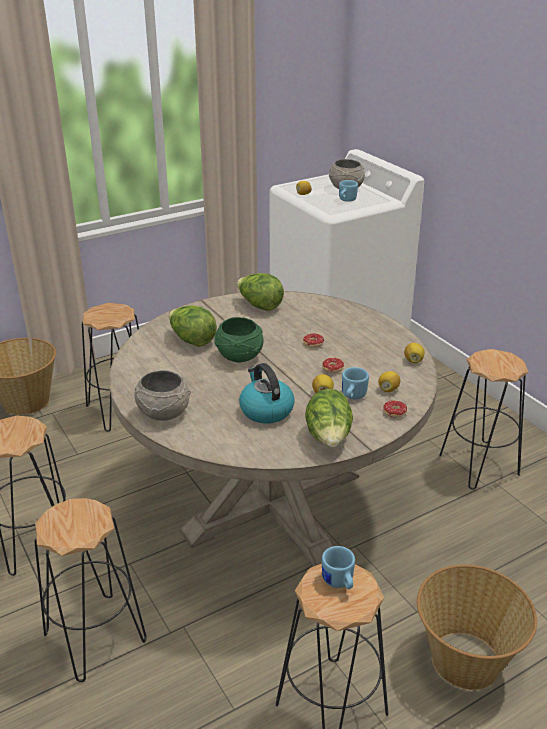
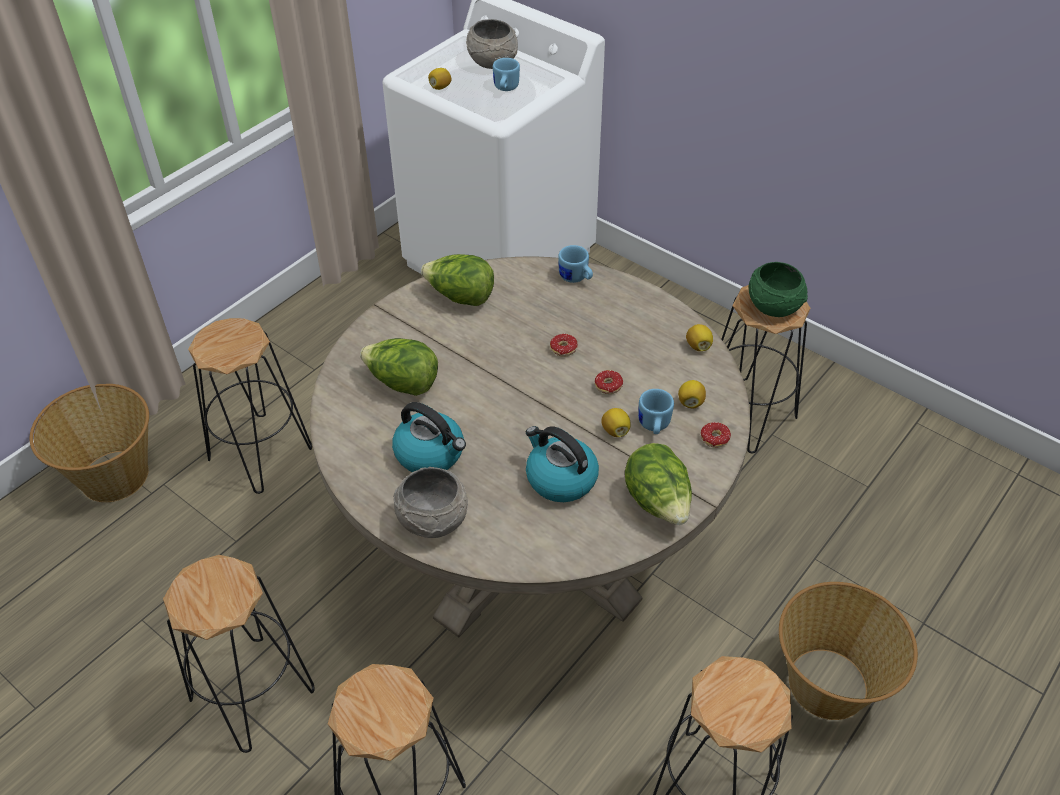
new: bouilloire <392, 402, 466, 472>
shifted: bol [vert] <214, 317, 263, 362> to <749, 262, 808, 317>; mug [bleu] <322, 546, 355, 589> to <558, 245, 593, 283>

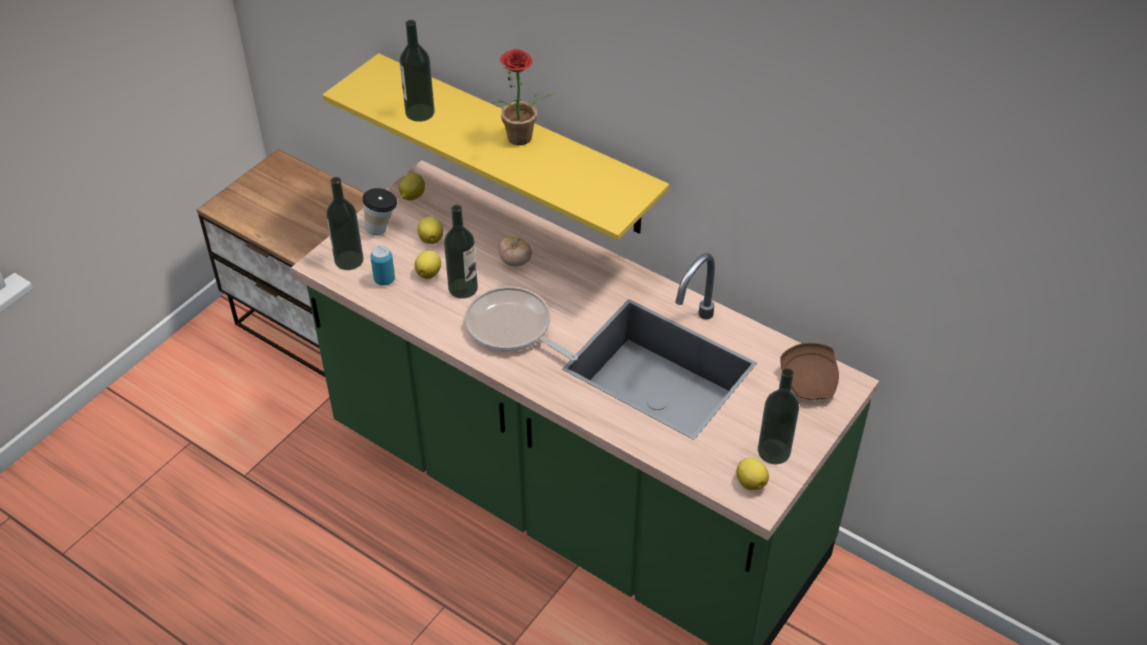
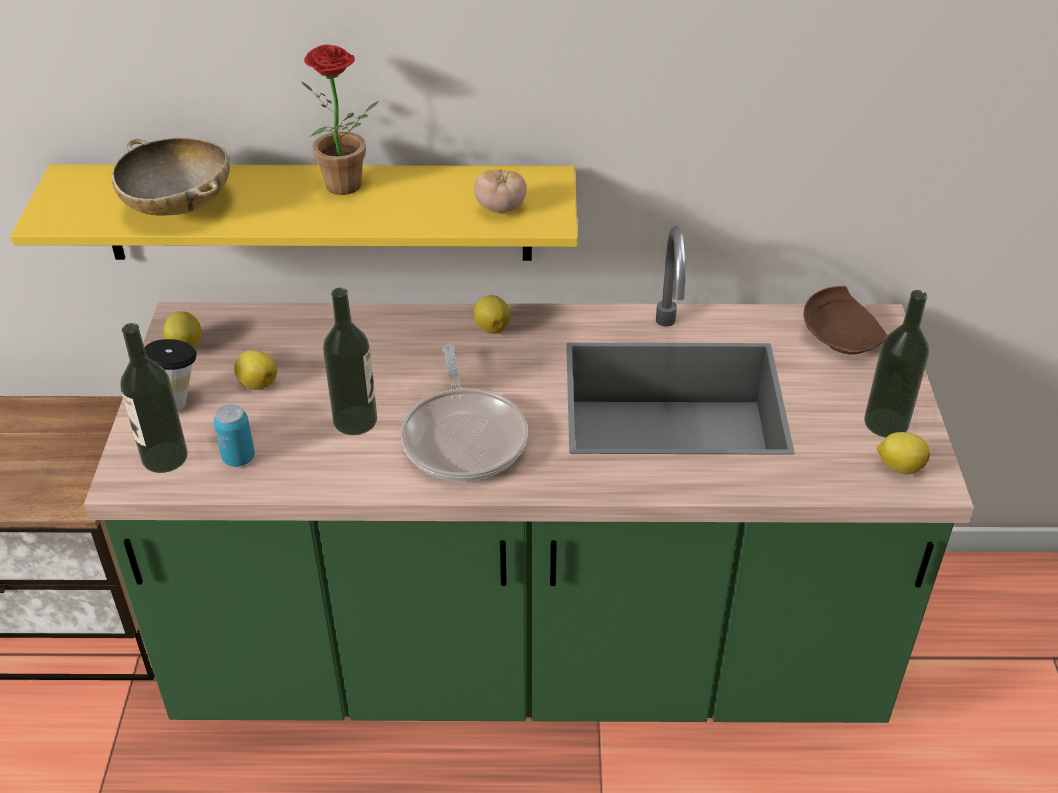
shifted: citron <414, 250, 441, 279> to <474, 295, 511, 334>; tomate <499, 237, 532, 267> to <474, 170, 527, 213>
swapped: bouteille <399, 20, 435, 122> to bol [beige] <112, 138, 230, 215>
rotated: poêle <465, 286, 578, 361> = <401, 344, 528, 481> 105 degrees counterclockwise

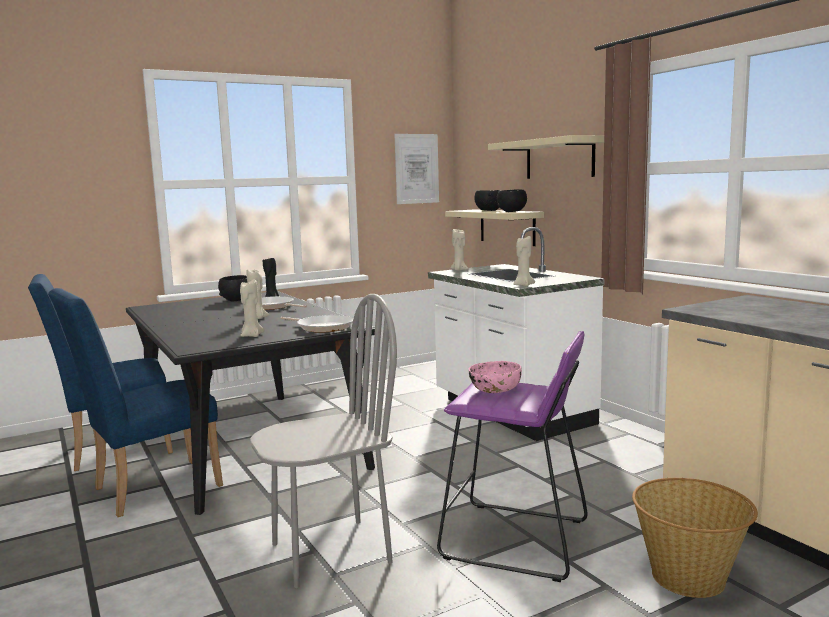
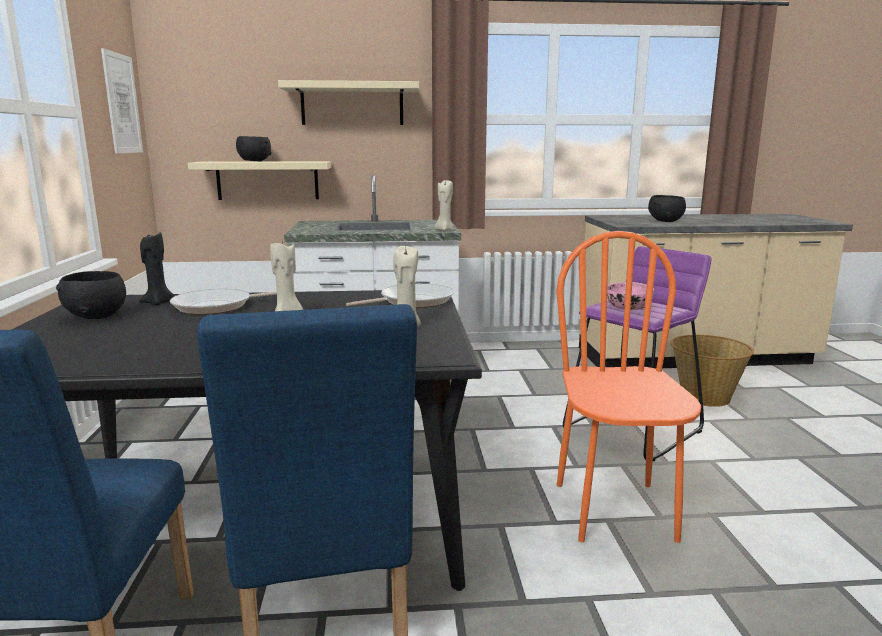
gone: bougie [beige] <450, 229, 469, 271>
shifted: bol [noir] <497, 189, 527, 212> to <648, 195, 686, 222>
repainted: chaise [gris] <250, 294, 397, 588> to chaise [orange] <556, 231, 701, 543>

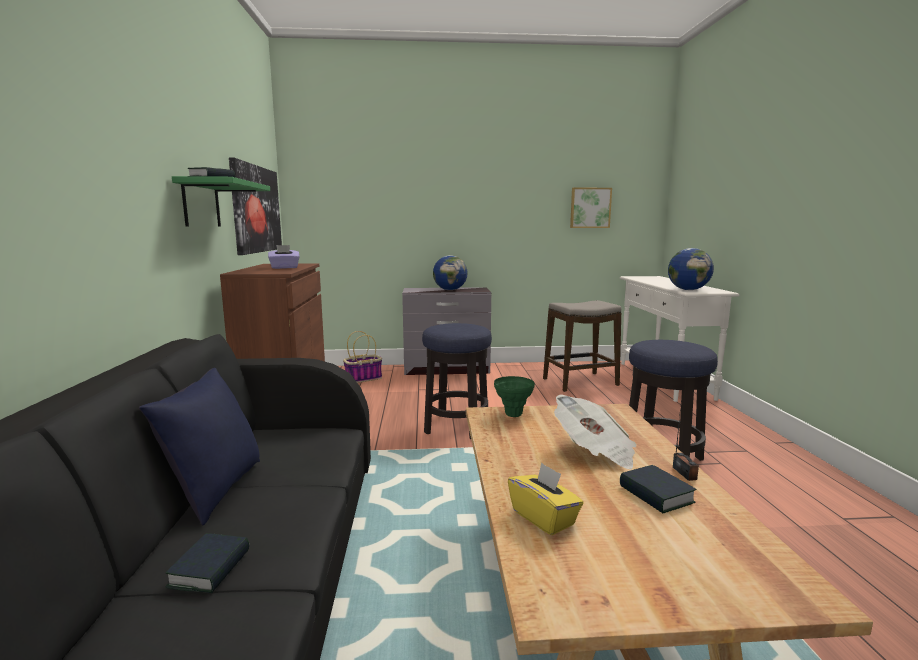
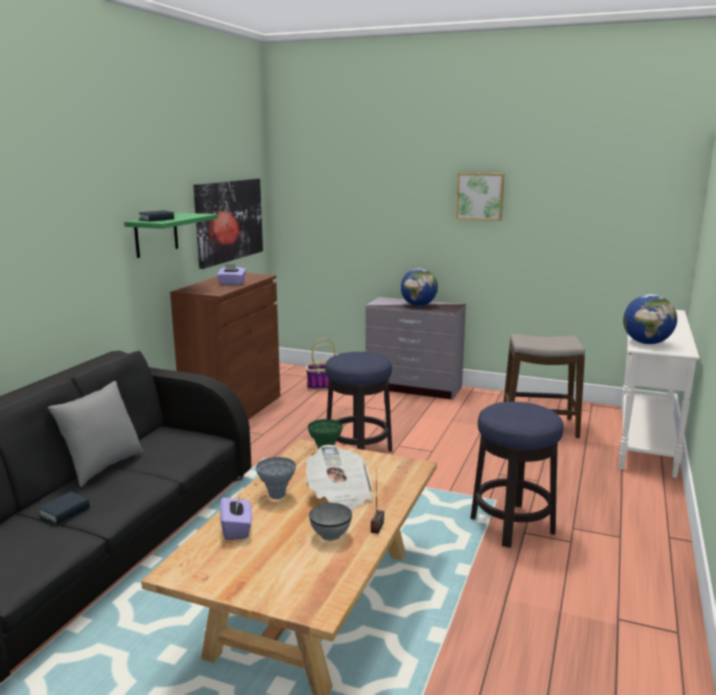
new: vase [gris] <256, 457, 296, 499>
shifted: tableau <570, 188, 612, 228> to <456, 173, 504, 221>
swapped: livre <620, 465, 696, 513> to bol [gris] <309, 503, 352, 541>
repainted: coussin [bleu] <139, 368, 260, 525> to coussin [gris] <47, 381, 143, 487>; boîte à mouchoirs [jaune] <508, 463, 583, 535> to boîte à mouchoirs [violet] <220, 495, 252, 540>

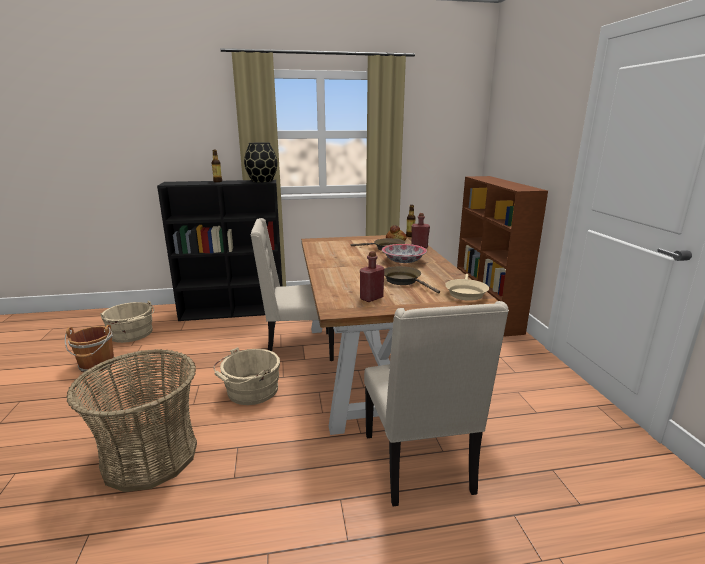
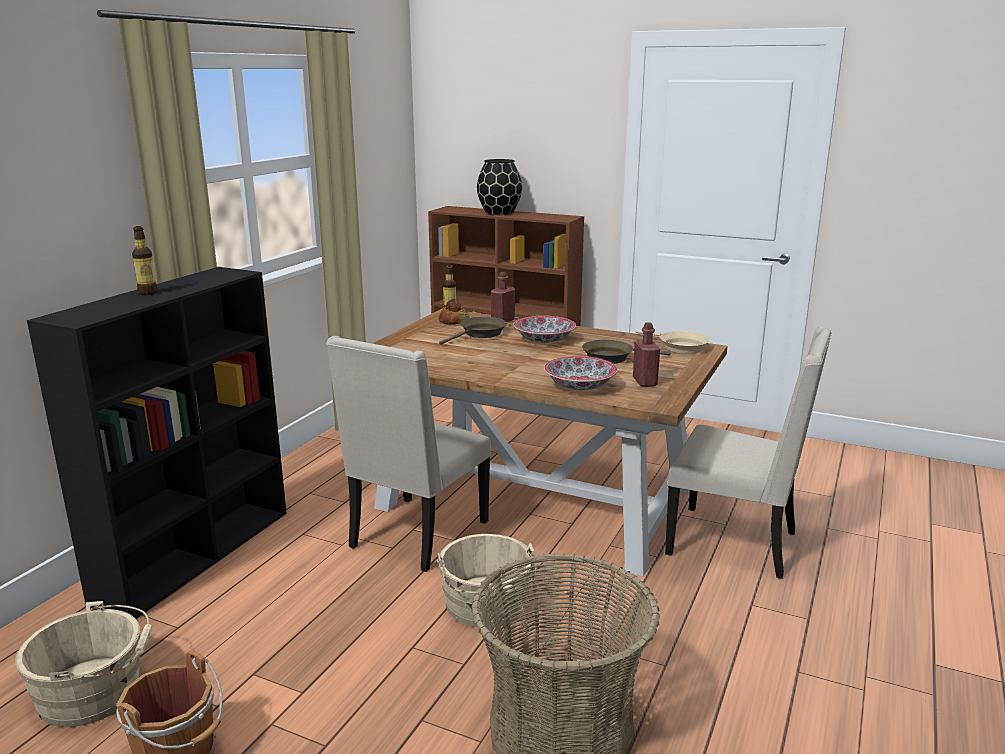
new: bol <544, 356, 617, 390>
shifted: vase [noir] <244, 142, 277, 182> to <477, 159, 522, 215>

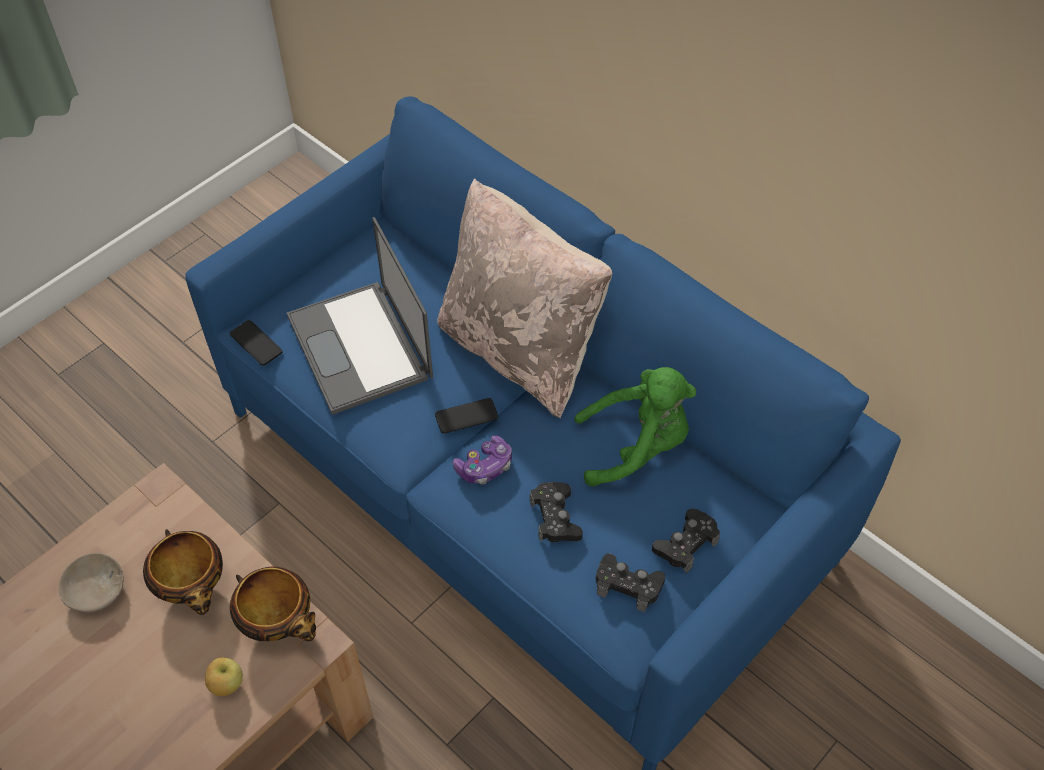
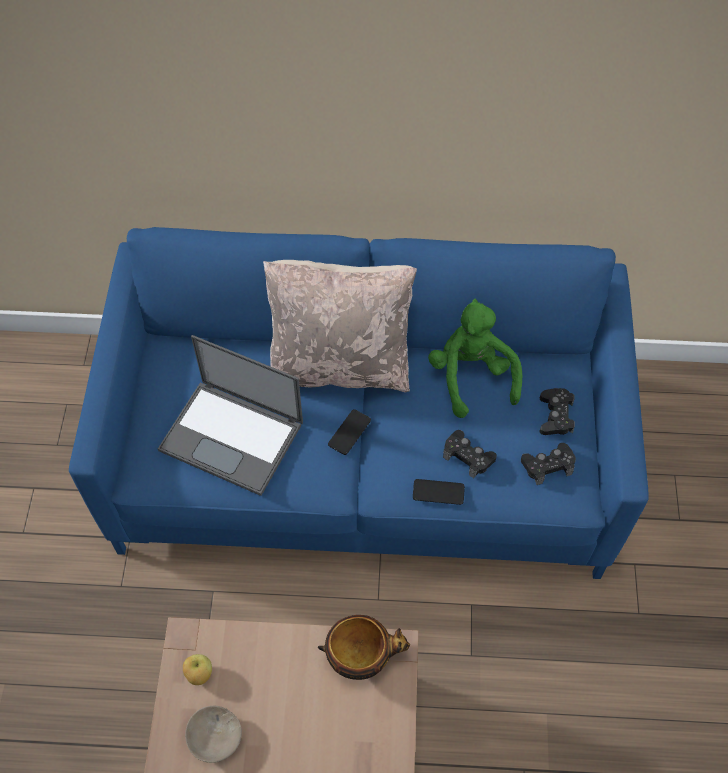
gone: bol <143, 529, 223, 615>; manette <453, 435, 512, 484>
shifted: pomme <205, 657, 243, 696> to <183, 654, 212, 685>; téléphone <230, 320, 282, 366> to <413, 479, 465, 505>
rotated: peluche [vert] <574, 367, 696, 486> = <428, 298, 523, 418> 60 degrees counterclockwise

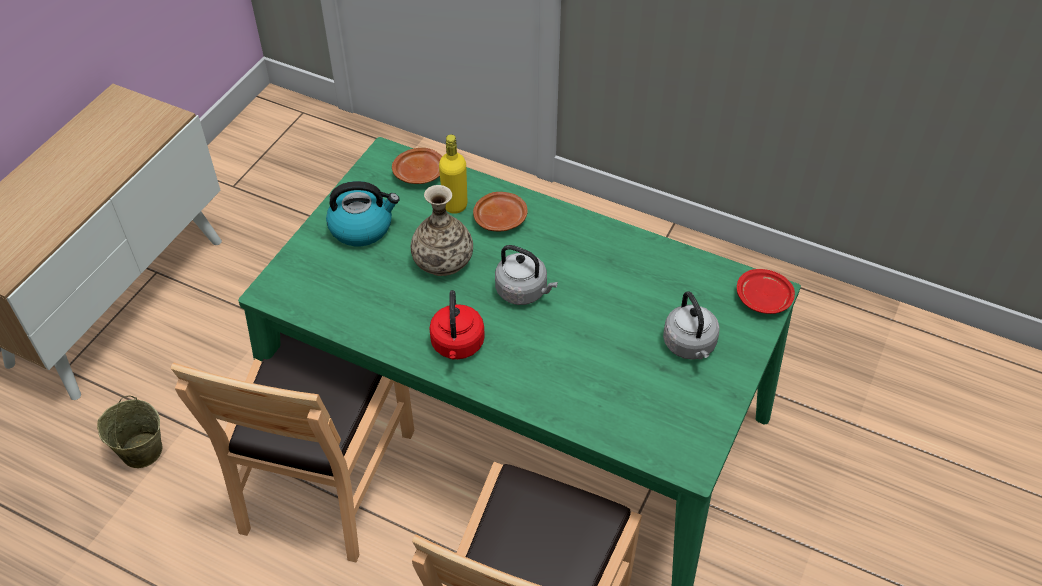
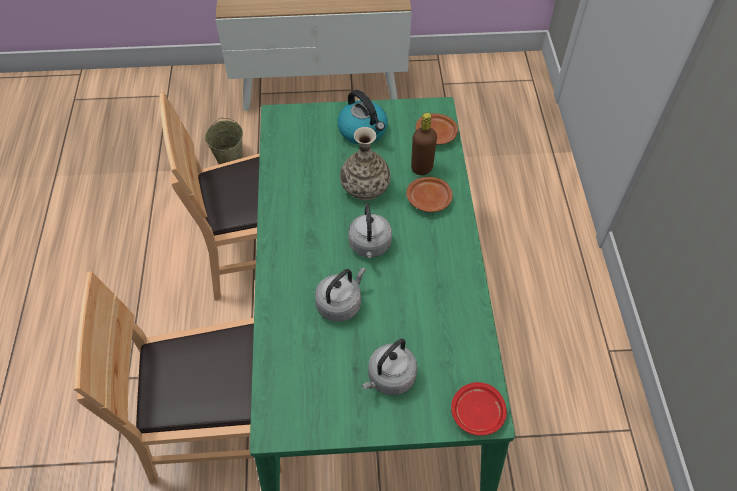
gone: bouilloire [rouge] <429, 290, 485, 360>
new: bouilloire [gris] <315, 267, 366, 322>
repainted: bouteille [jaune] <439, 134, 468, 214> to bouteille [marron] <411, 113, 437, 175>

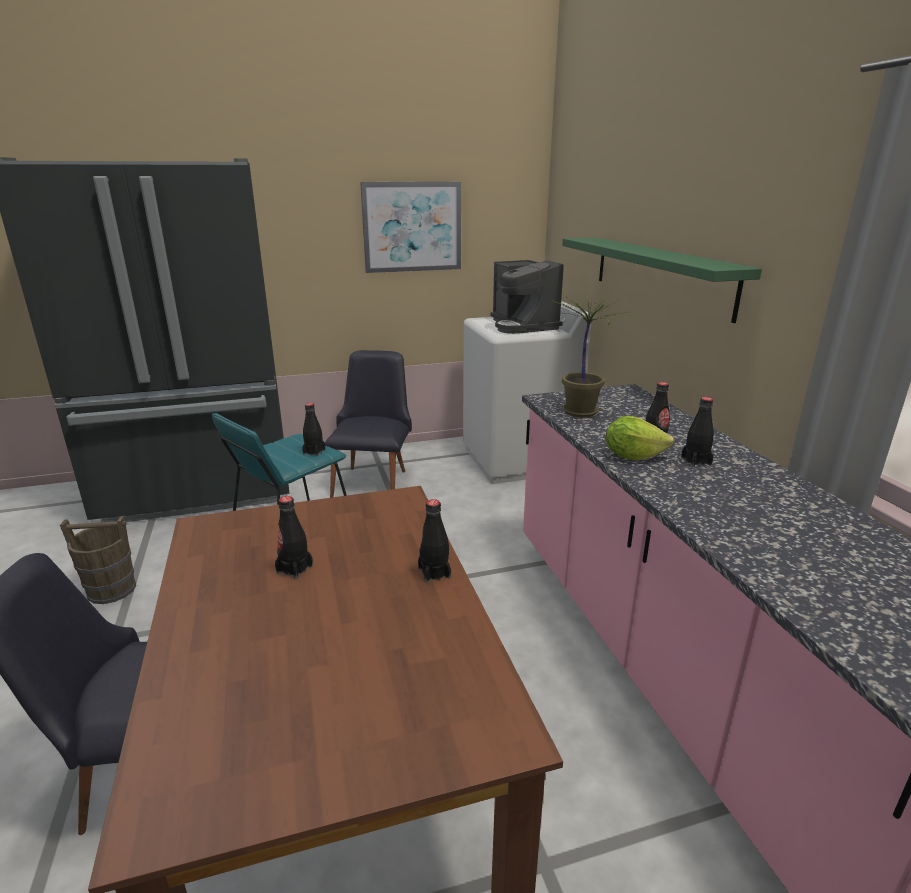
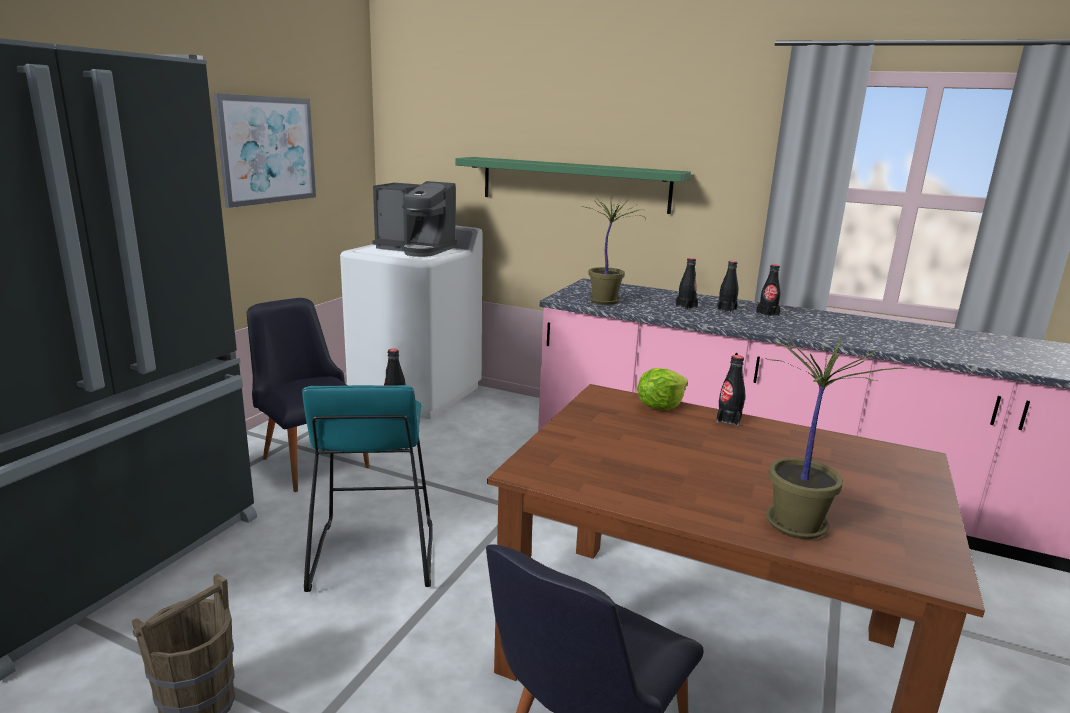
new: plante en pot <764, 336, 907, 539>
shifted: bouteille [noir] <275, 496, 313, 579> to <756, 264, 780, 317>; laitue <606, 416, 674, 461> to <637, 368, 688, 410>

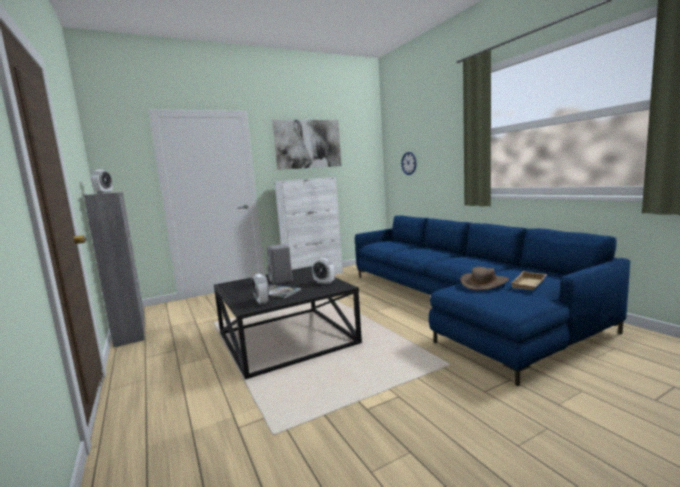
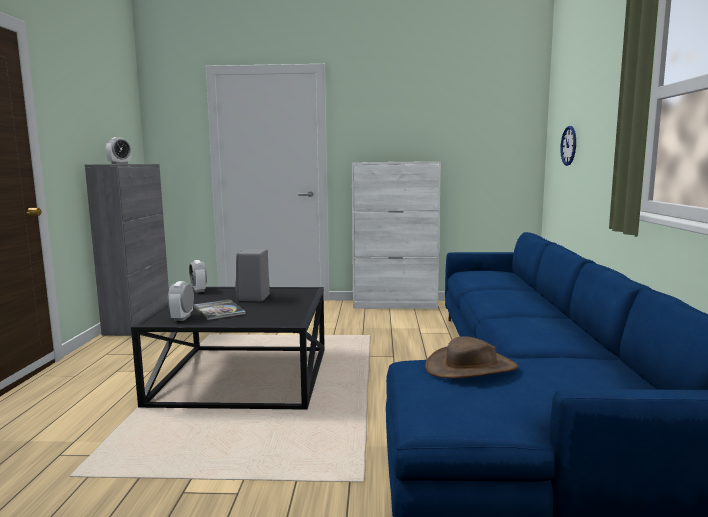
gone: tableau <272, 120, 341, 170>; plateau [beige] <511, 271, 547, 290>
shifted: réveil <312, 258, 335, 284> to <189, 260, 207, 292>

